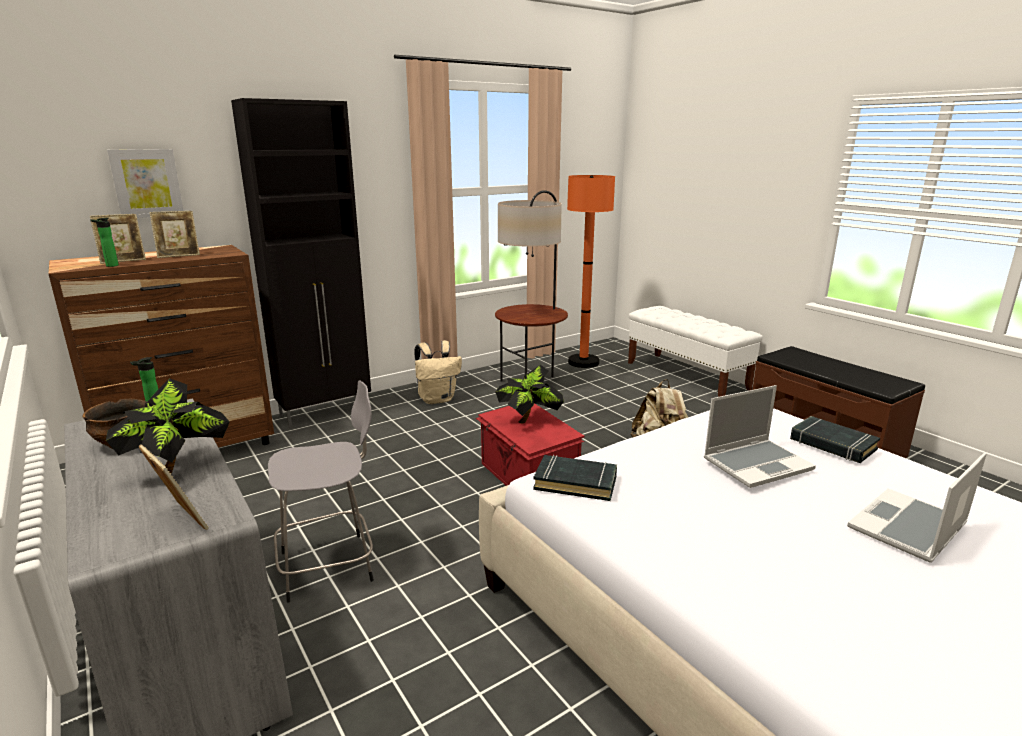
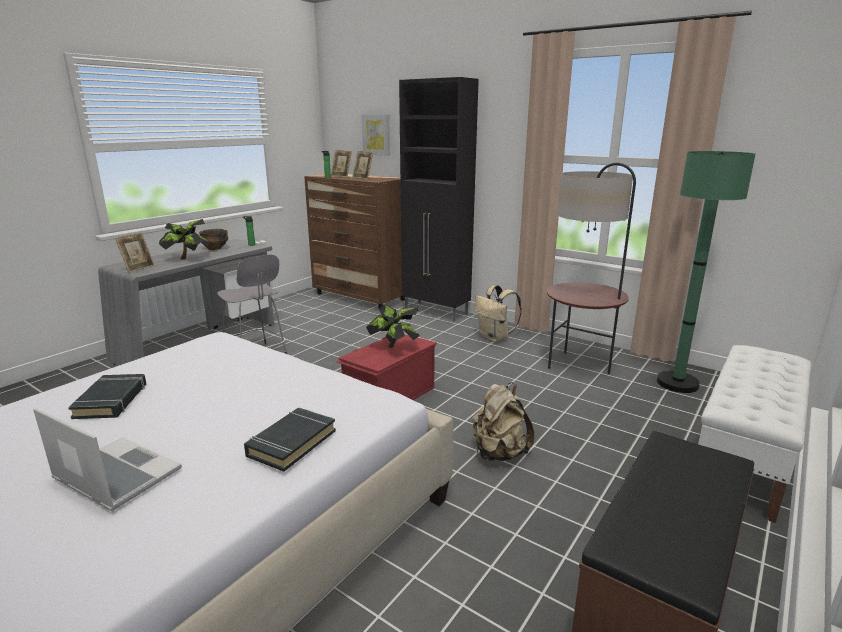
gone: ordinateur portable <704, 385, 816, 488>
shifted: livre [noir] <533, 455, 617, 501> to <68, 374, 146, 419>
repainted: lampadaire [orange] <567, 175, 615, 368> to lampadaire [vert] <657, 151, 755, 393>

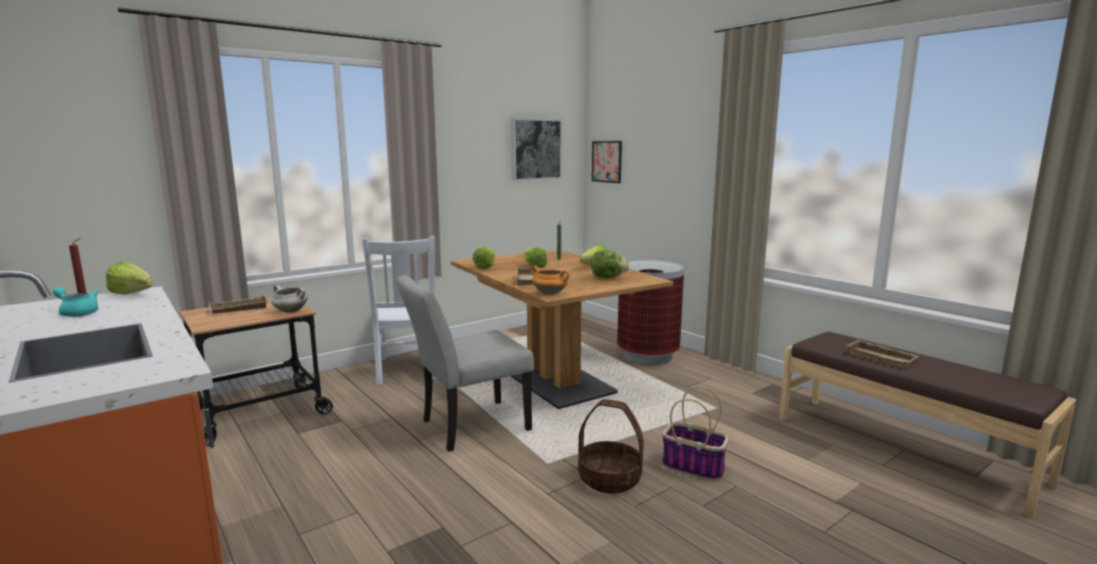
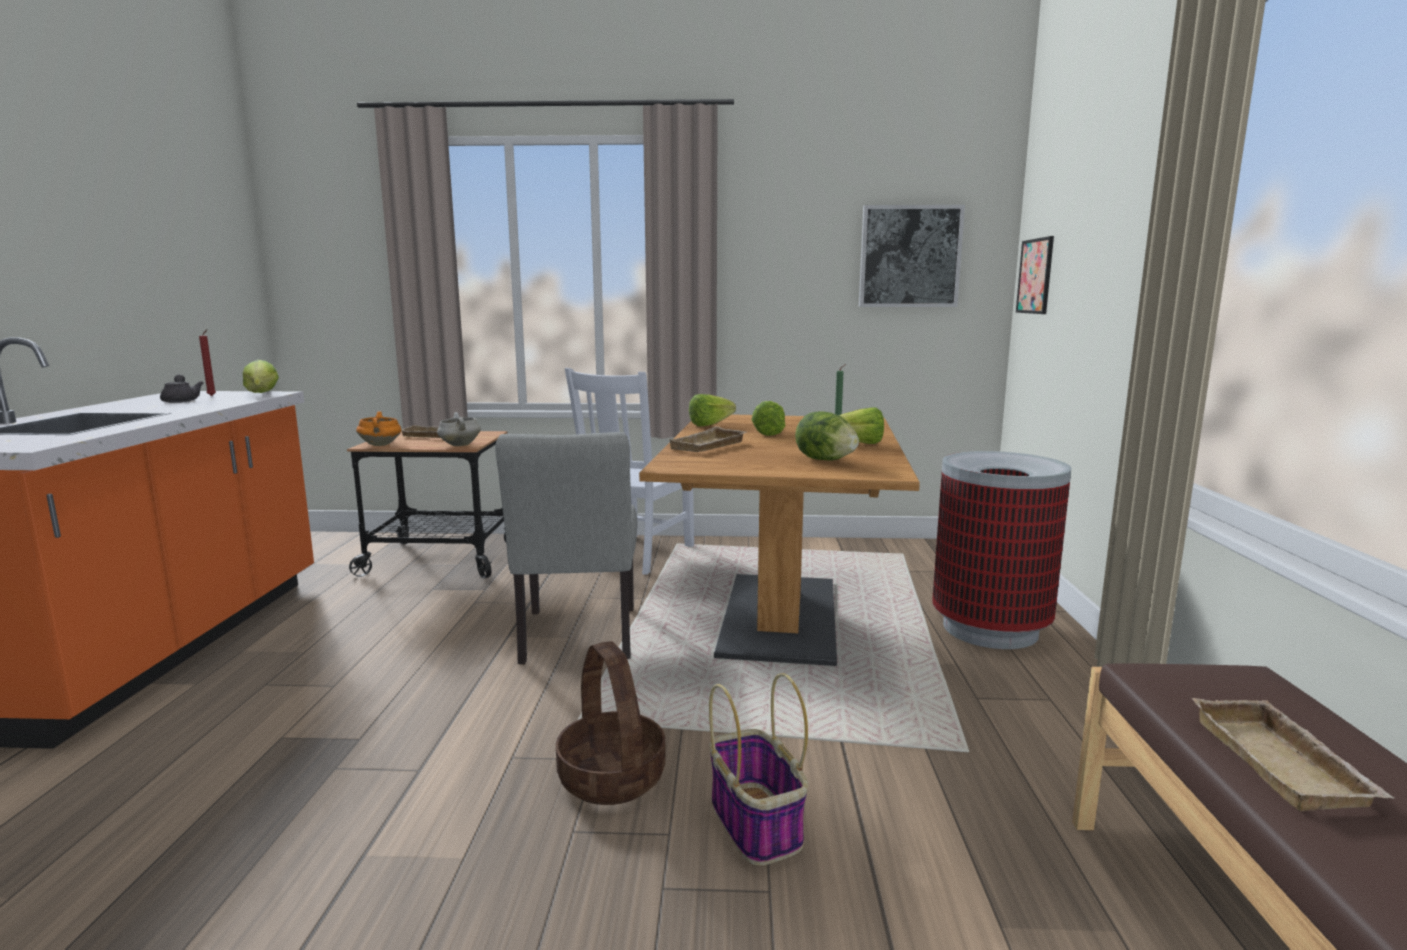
shifted: marmite [orange] <531, 266, 570, 295> to <356, 411, 402, 446>
repainted: théière [turquoise] <53, 287, 98, 317> to théière [gris] <160, 374, 204, 403>
rotated: chaise [gris] <396, 275, 534, 452> = <495, 432, 638, 664> 105 degrees counterclockwise

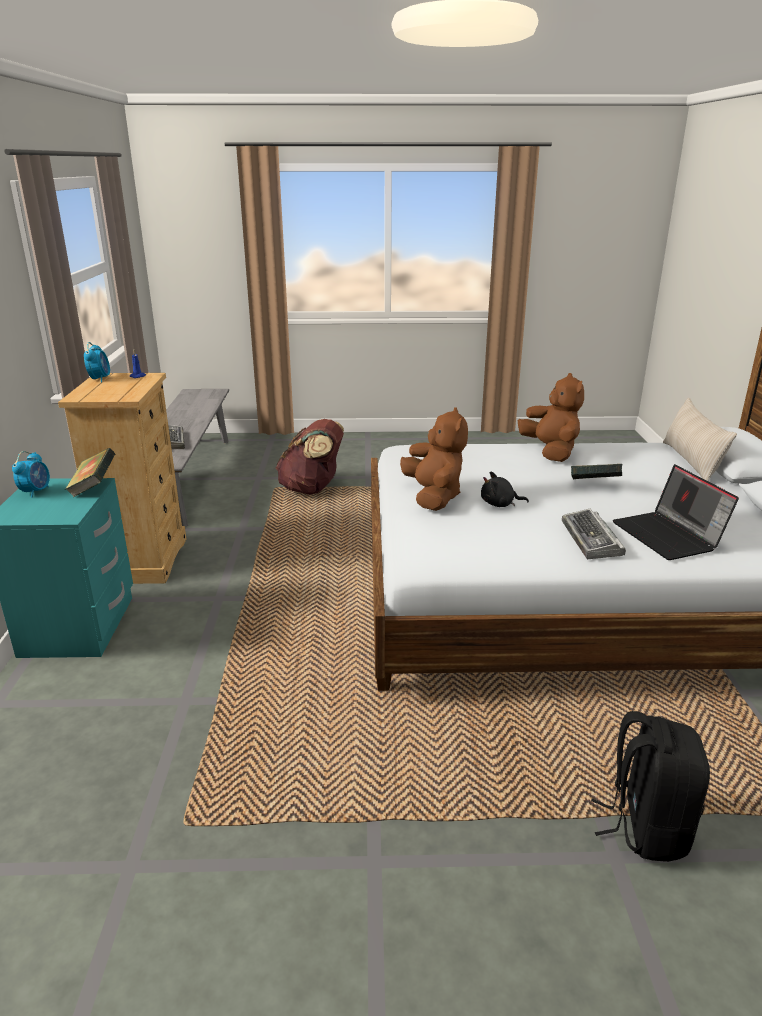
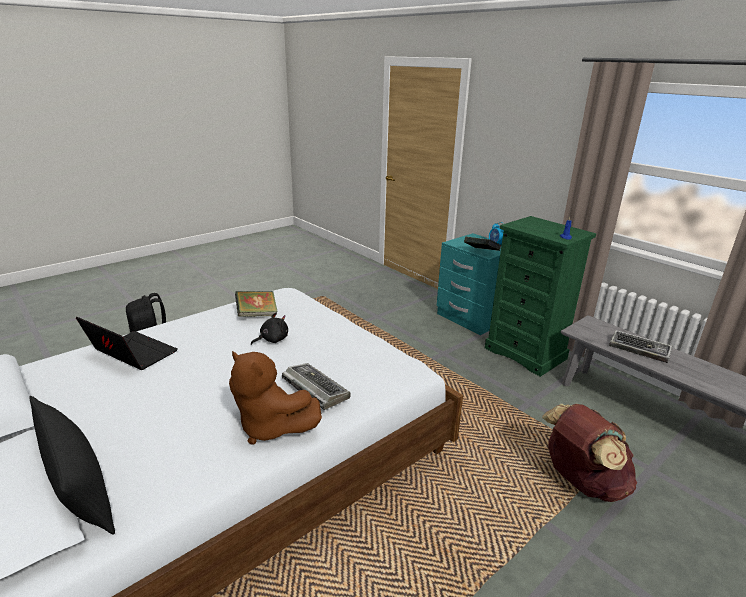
gone: réveil <84, 342, 110, 383>; peluche [marron] <400, 407, 468, 511>
shifted: clavier <562, 509, 626, 559> to <282, 363, 351, 410>; livre <571, 464, 622, 479> to <235, 291, 278, 317>
repainted: commode [beige] <58, 373, 186, 584> to commode [vert] <485, 216, 596, 377>; coussin [beige] <663, 397, 737, 481> to coussin [noir] <29, 396, 115, 534>

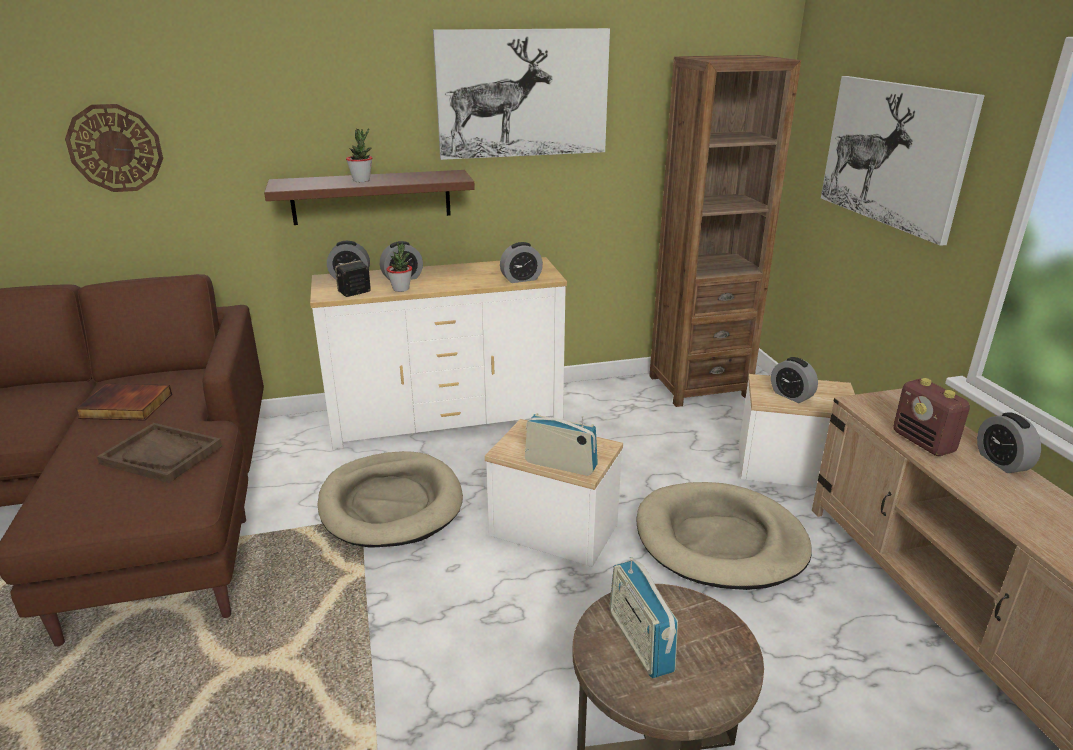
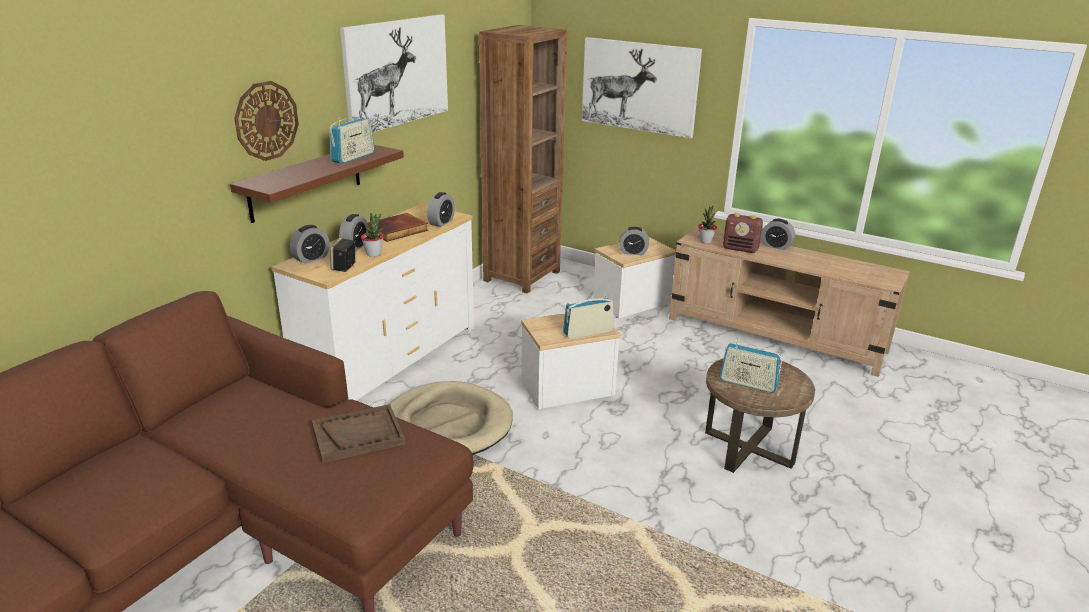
gone: panier pour chien [beige] <636, 482, 812, 590>
new: radio <329, 117, 375, 164>
shifted: horloge murale <65, 104, 163, 192> to <234, 81, 299, 161>; livre <76, 383, 172, 421> to <367, 213, 428, 242>; plante en pot <346, 128, 372, 182> to <698, 205, 717, 243>

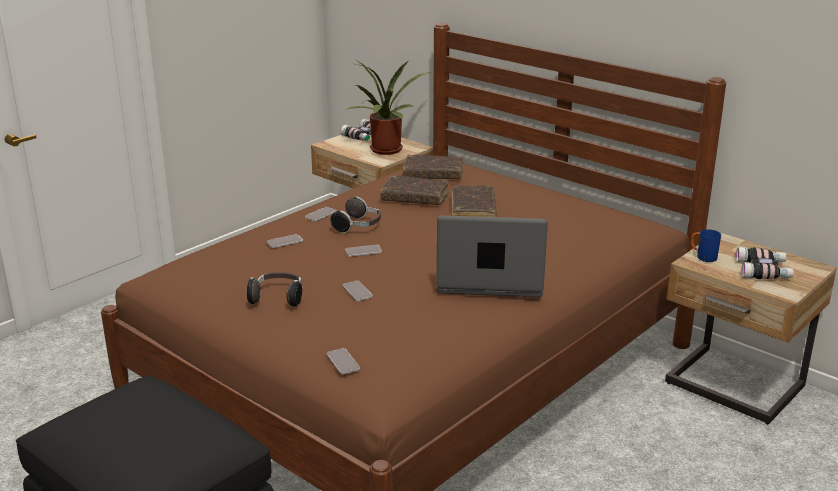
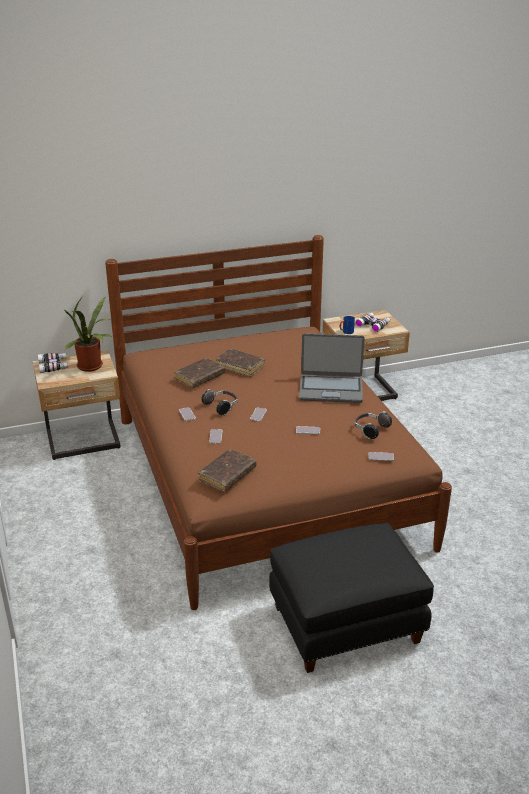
shifted: casque audio <247, 272, 303, 307> to <354, 412, 392, 439>; livre [marron] <403, 155, 463, 179> to <198, 449, 257, 491>
rotated: ordinateur portable <437, 215, 548, 297> = <299, 334, 365, 403> 120 degrees counterclockwise

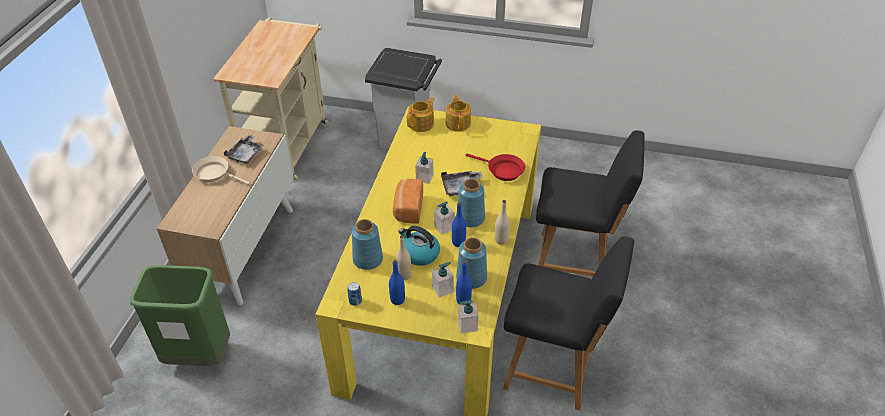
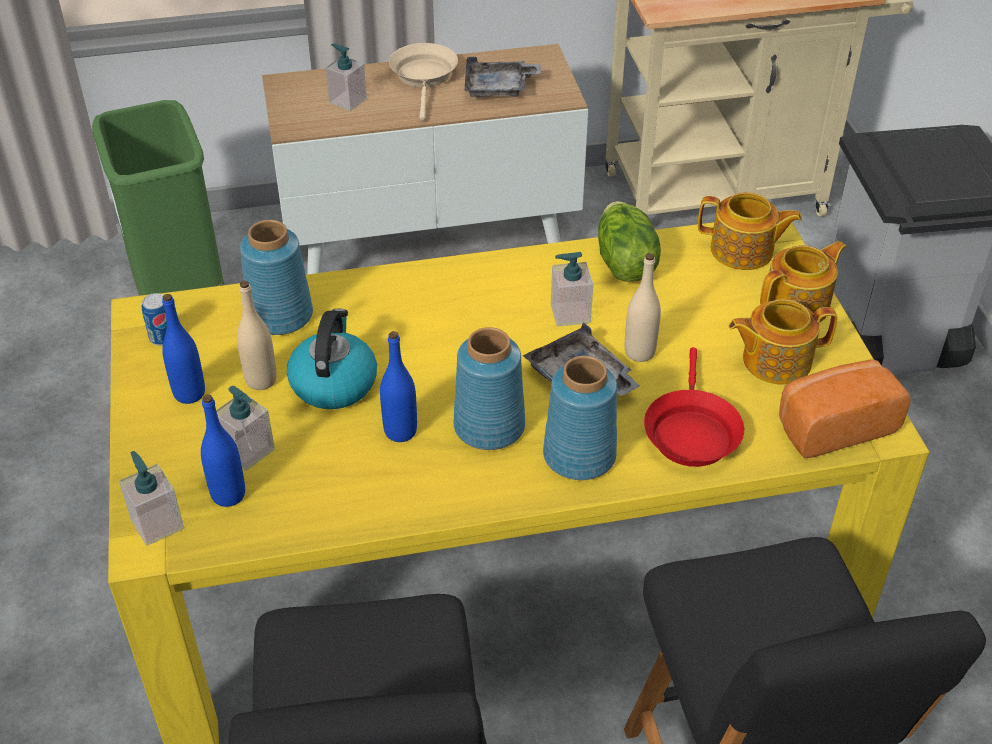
new: laitue <598, 201, 661, 282>; théière <729, 299, 838, 385>
shifted: pain <393, 179, 423, 224> to <779, 360, 911, 459>; distributeur de savon <434, 201, 455, 235> to <326, 43, 367, 111>; vase [bleu] <456, 237, 487, 289> to <543, 356, 617, 480>; bouteille [beige] <495, 200, 510, 245> to <625, 253, 661, 362>

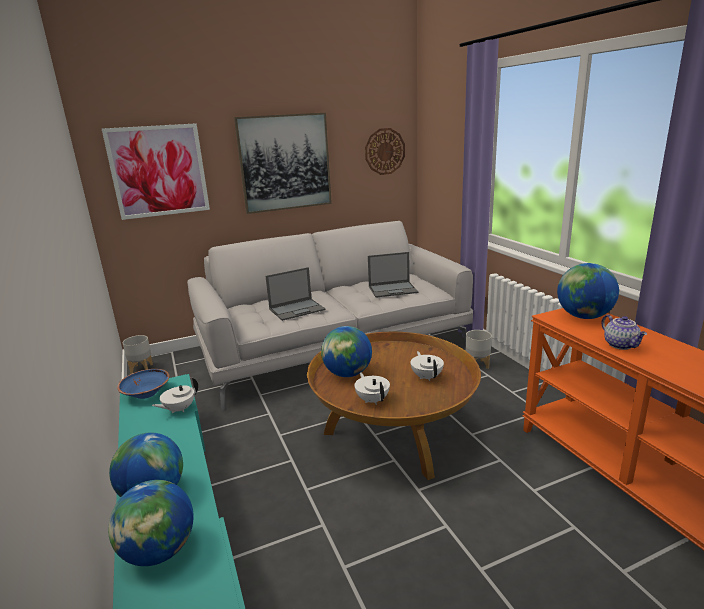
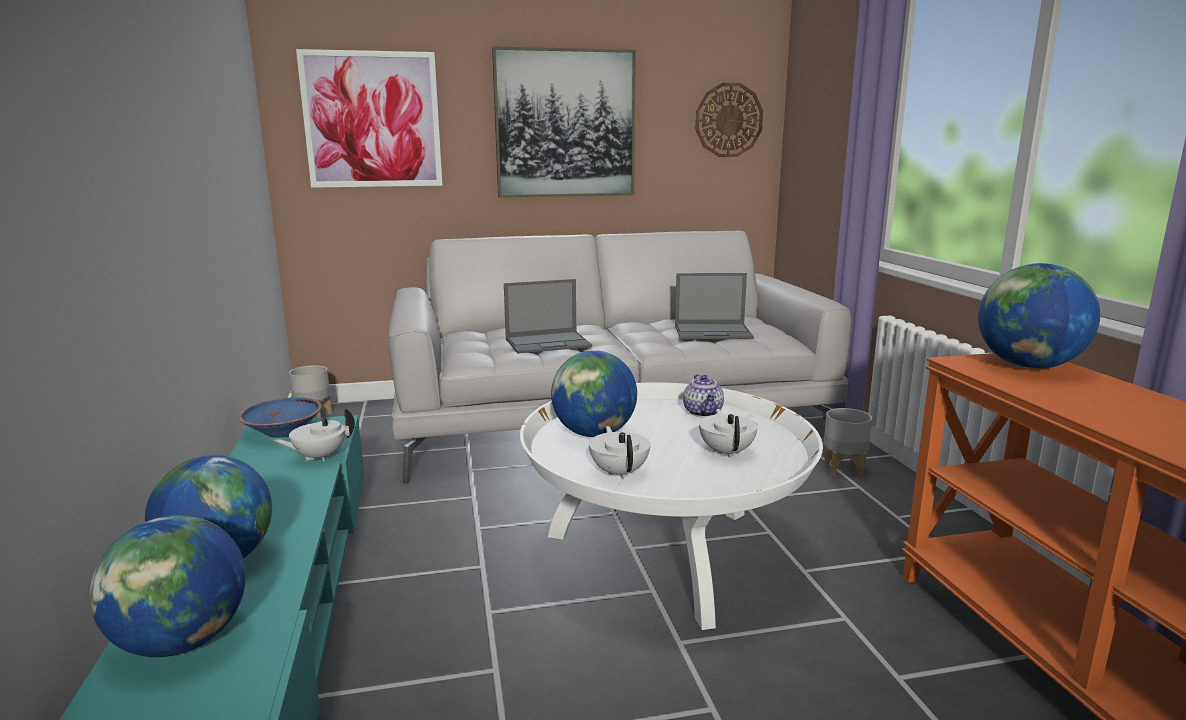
shifted: théière <601, 315, 647, 350> to <683, 374, 724, 417>
repainted: table basse [marron] <307, 332, 481, 480> to table basse [blanc] <520, 383, 823, 630>

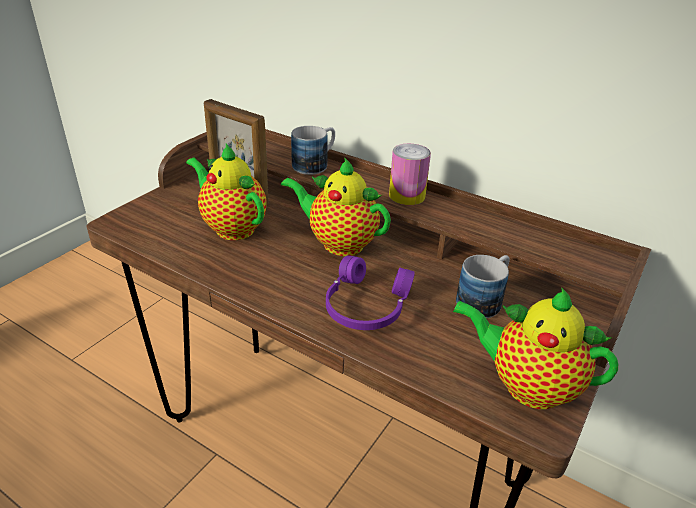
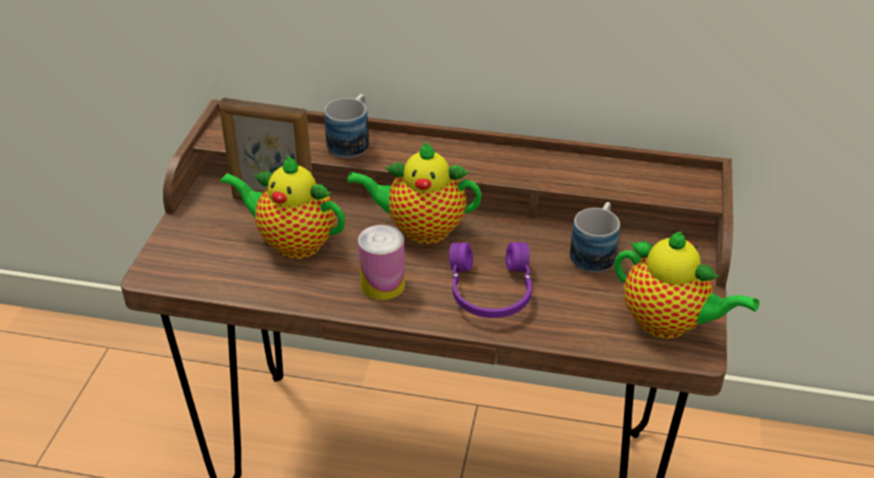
shifted: boîte métallique <389, 144, 431, 205> to <358, 225, 405, 300>
rotated: théière <453, 287, 618, 409> = <615, 232, 759, 339> 150 degrees counterclockwise

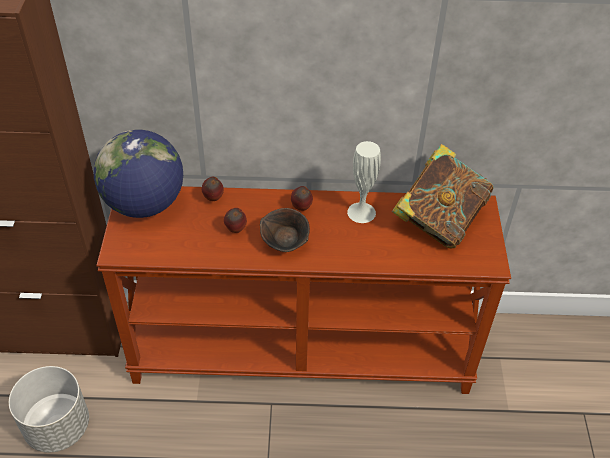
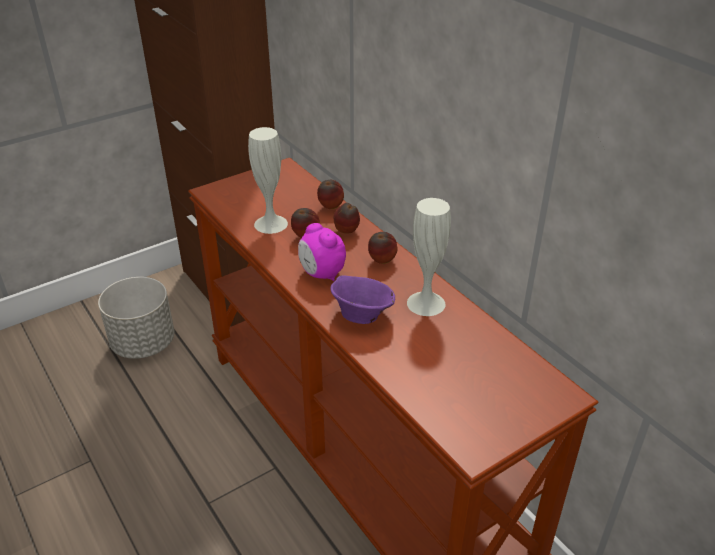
gone: globe <94, 130, 183, 218>; livre <392, 144, 494, 248>
new: vase [blanc] <248, 127, 288, 234>; bol [violet] <331, 275, 395, 324>; pomme <334, 203, 360, 234>
swapped: bol [marron] <260, 208, 310, 252> to réveil <298, 223, 346, 281>

